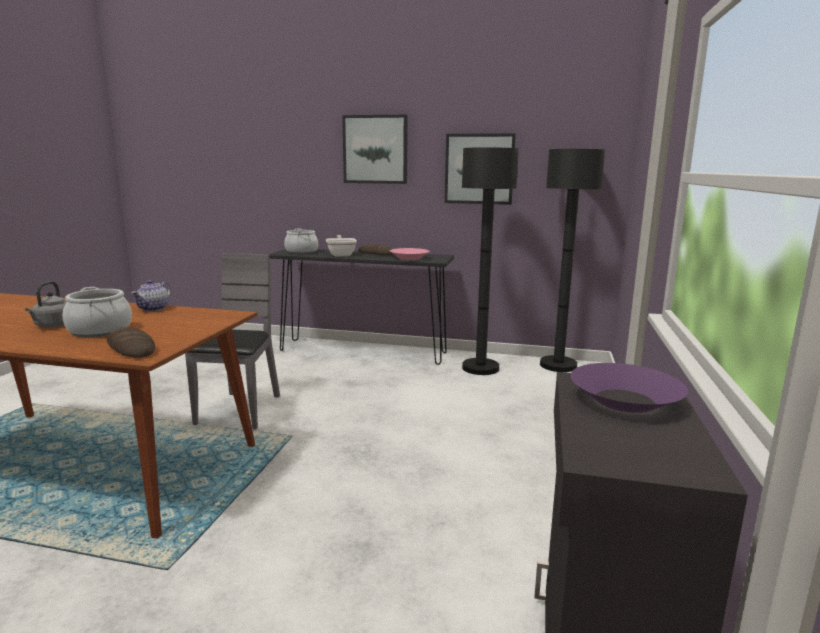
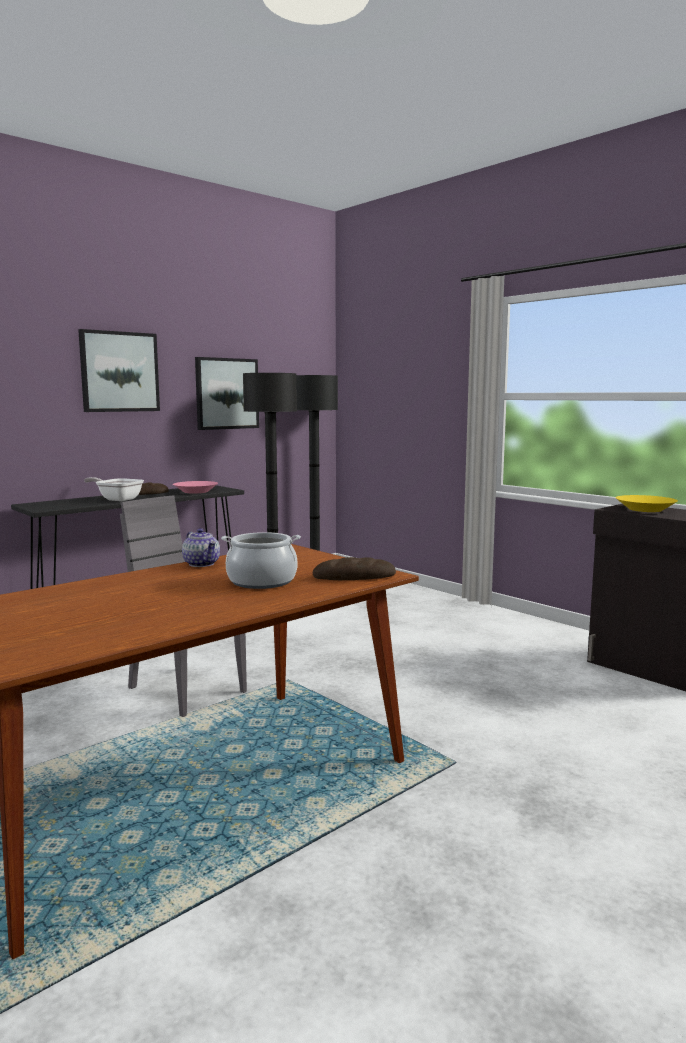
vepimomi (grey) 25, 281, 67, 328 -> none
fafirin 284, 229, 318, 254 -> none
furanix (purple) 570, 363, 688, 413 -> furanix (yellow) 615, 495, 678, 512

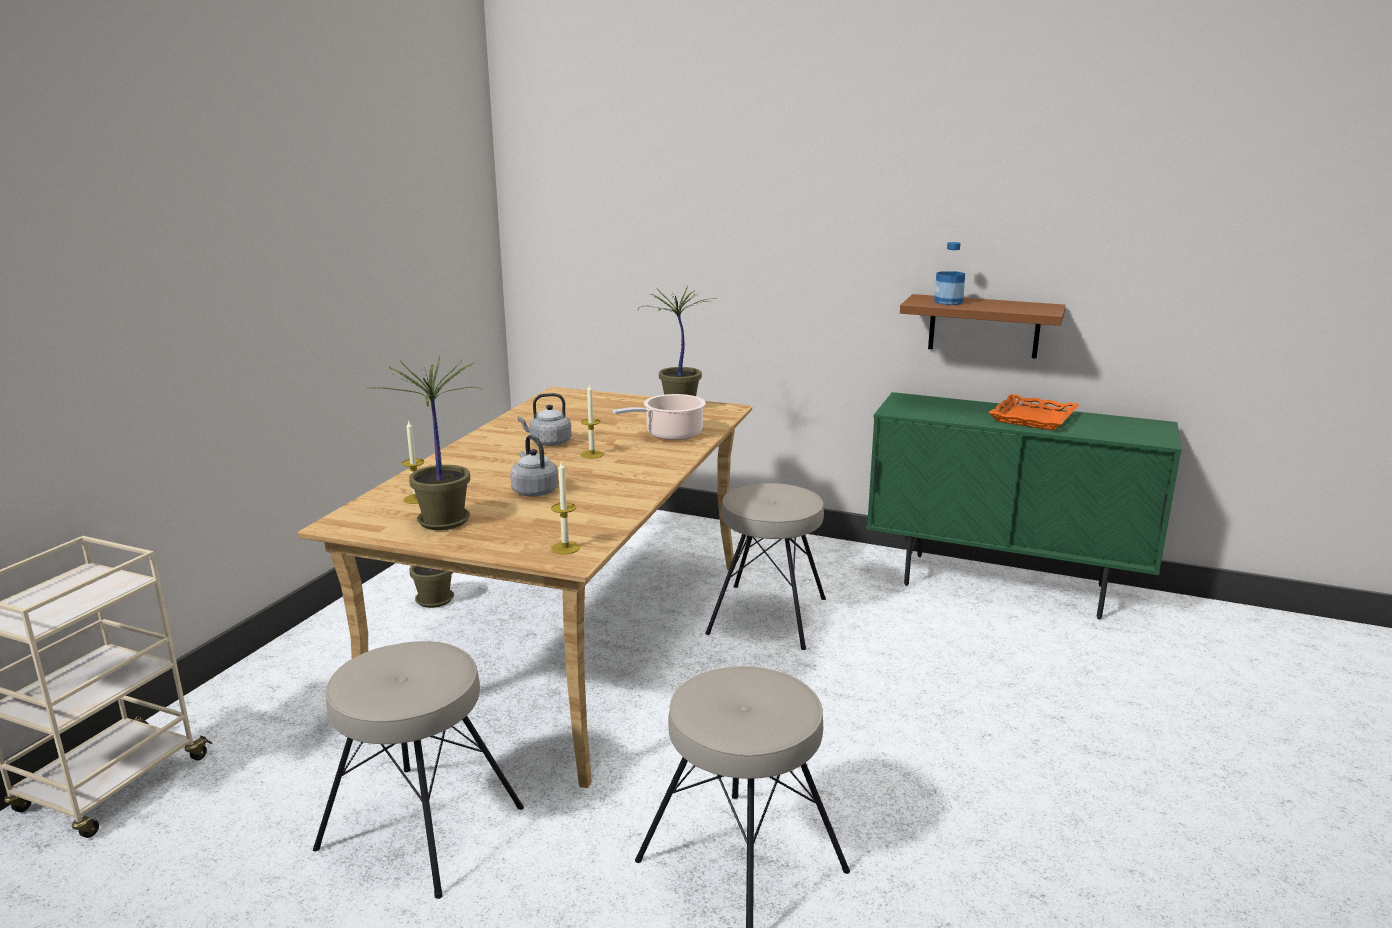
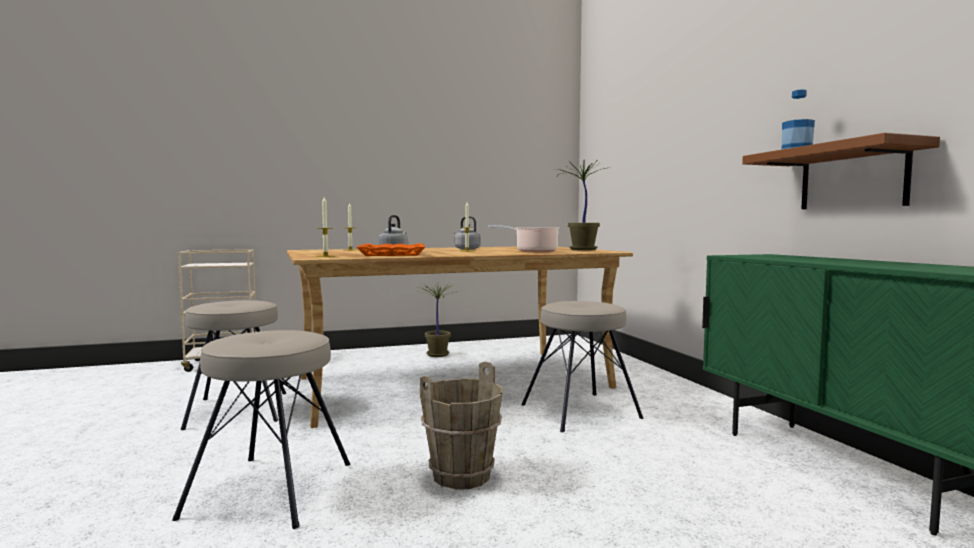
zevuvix 372, 356, 481, 530 -> none
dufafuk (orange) 989, 394, 1079, 431 -> dufafuk (orange) 356, 244, 425, 256, shifted
none -> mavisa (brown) 419, 362, 503, 490

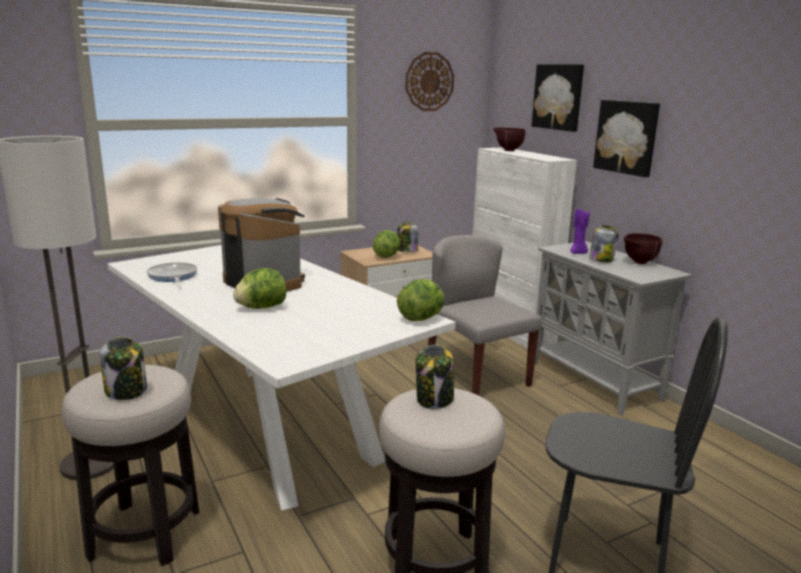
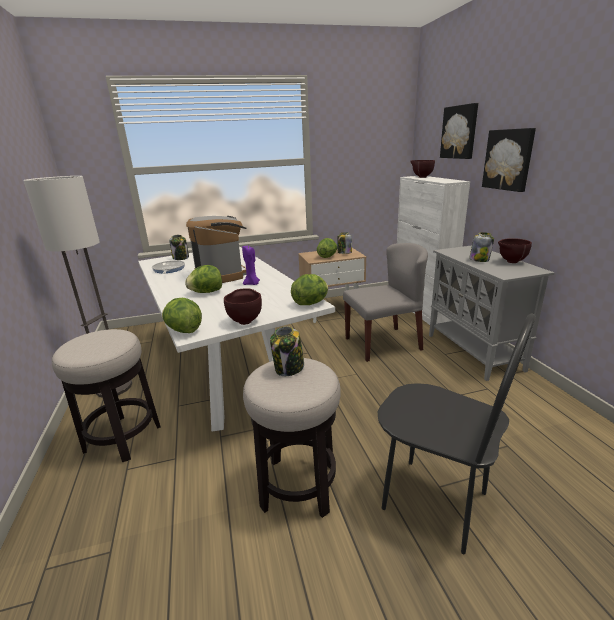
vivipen 100, 337, 147, 400 -> vivipen 169, 235, 189, 260, shifted
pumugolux 405, 52, 454, 111 -> none
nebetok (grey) 428, 235, 542, 395 -> nebetok (grey) 343, 243, 428, 362, 90 degrees clockwise
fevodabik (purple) 570, 209, 590, 254 -> fevodabik (purple) 242, 246, 260, 285, shifted
none -> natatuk 162, 298, 202, 333
none -> furanix (brown) 224, 288, 262, 325

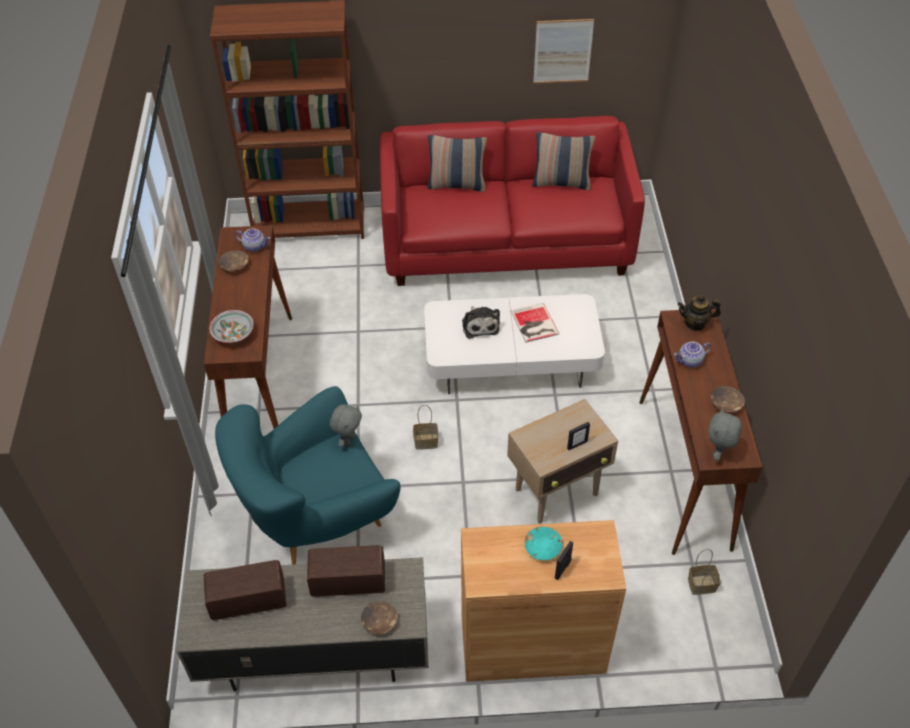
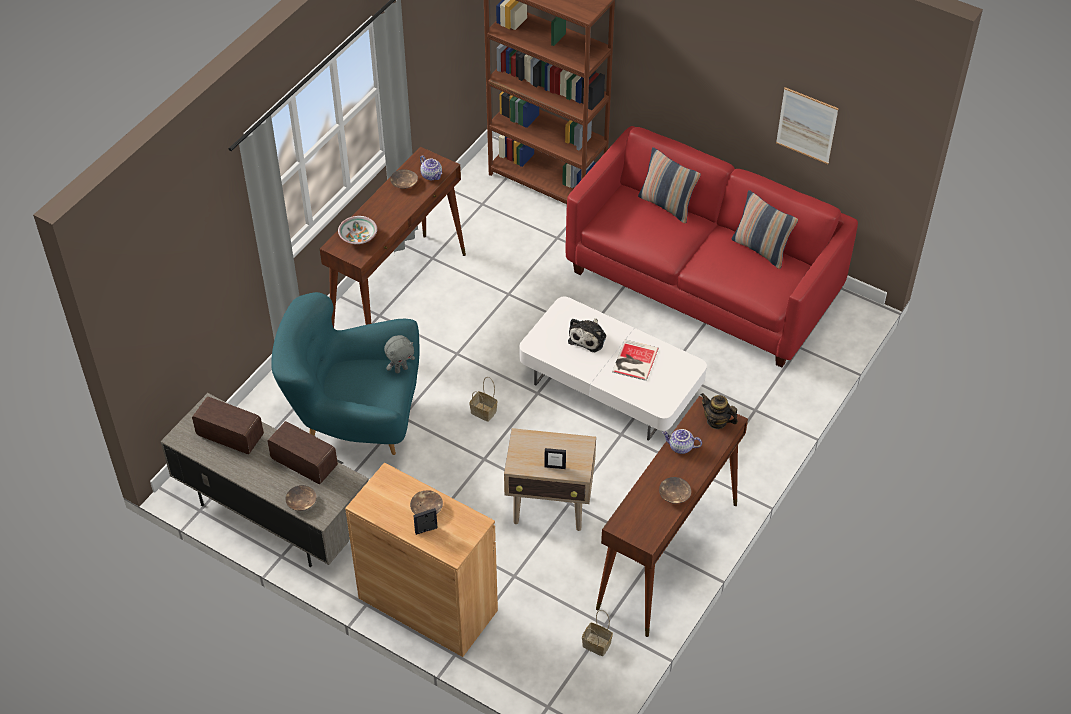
furanix (turquoise) 525, 527, 563, 560 -> furanix (brown) 410, 490, 443, 514
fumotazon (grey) 708, 408, 742, 461 -> none

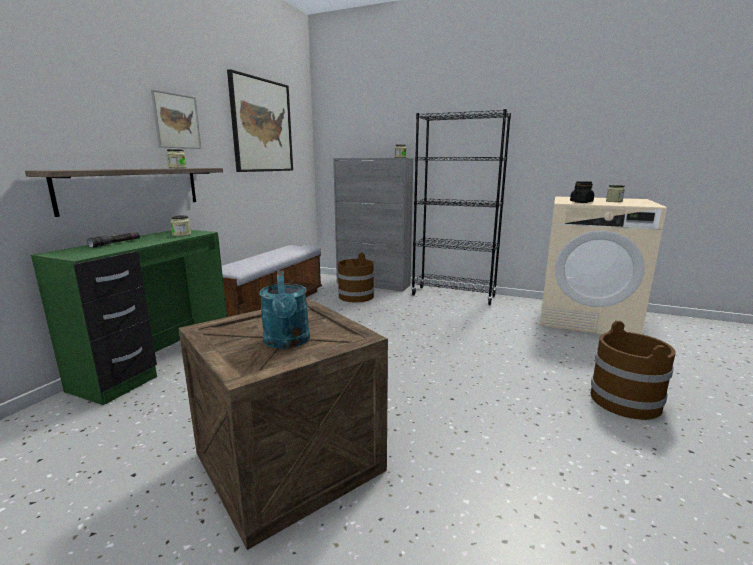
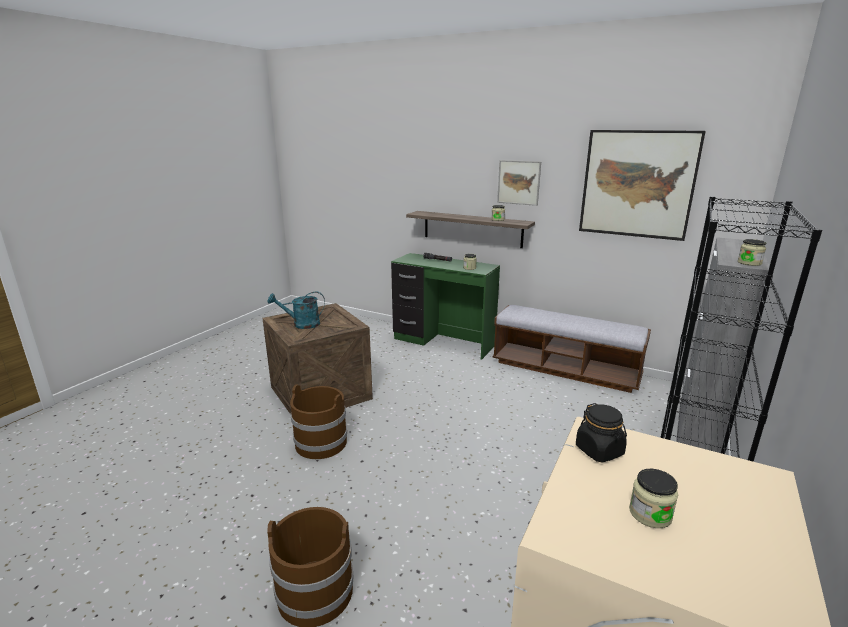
mavisa (brown) 337, 252, 374, 302 -> mavisa (brown) 290, 384, 347, 459, shifted

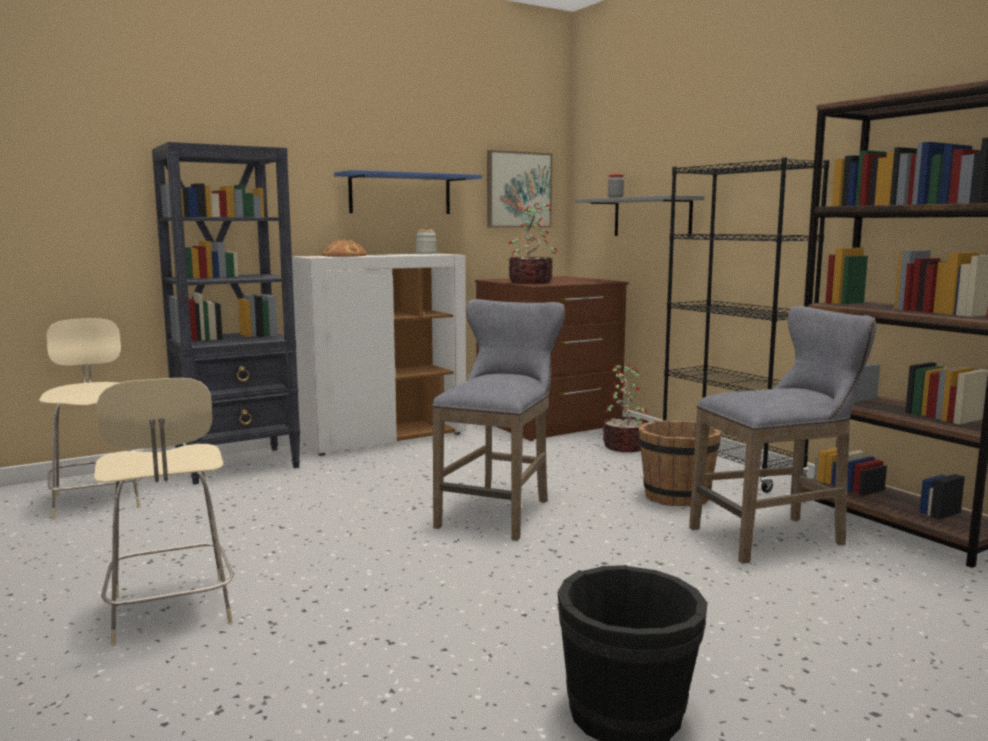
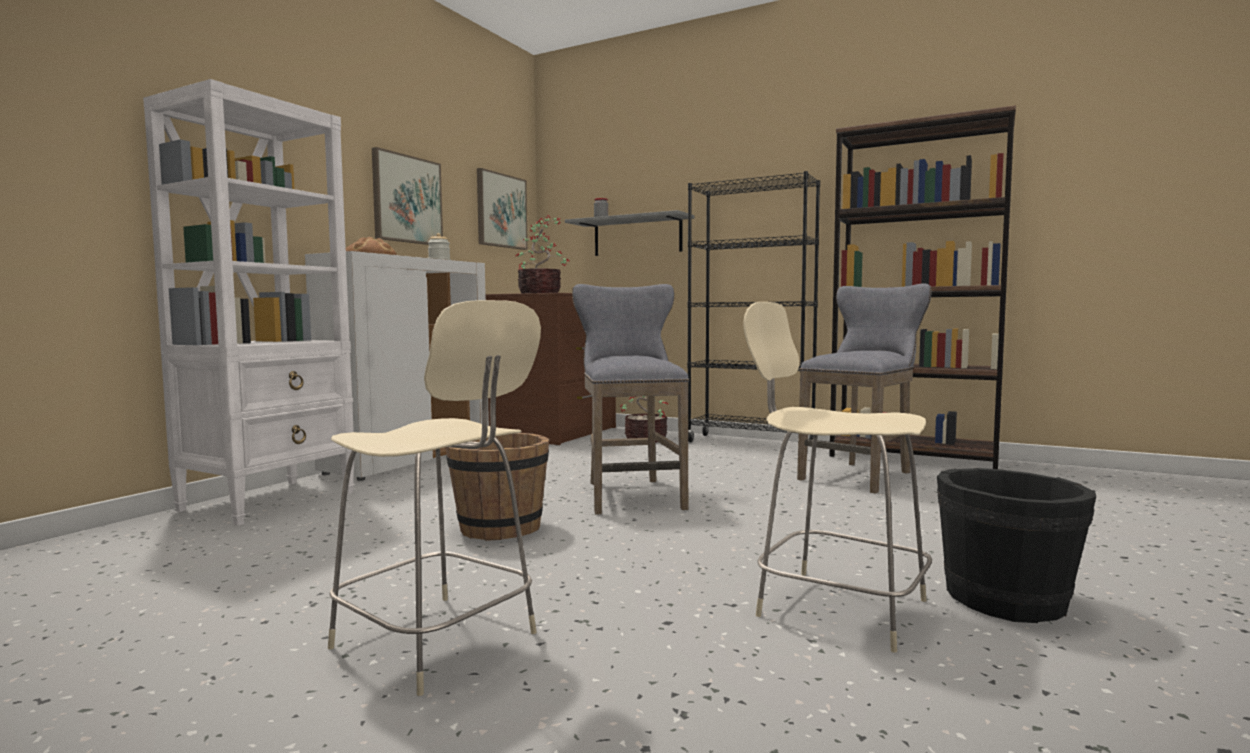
nebetok (beige) 39, 318, 141, 520 -> nebetok (beige) 743, 302, 932, 653, shifted
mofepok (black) 152, 142, 300, 484 -> mofepok (white) 143, 79, 355, 526
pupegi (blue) 334, 170, 482, 214 -> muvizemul 372, 147, 443, 245
mavisa (brown) 638, 420, 721, 506 -> mavisa (brown) 445, 433, 549, 541, shifted

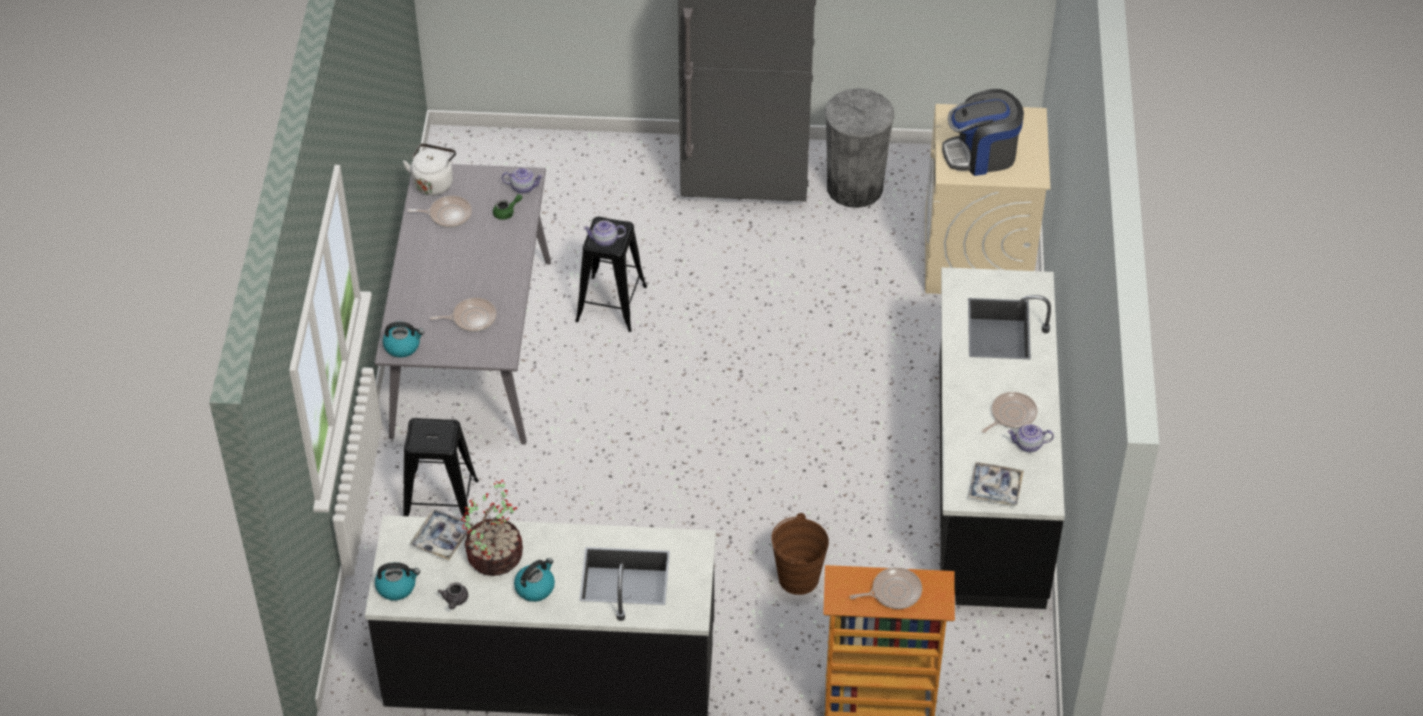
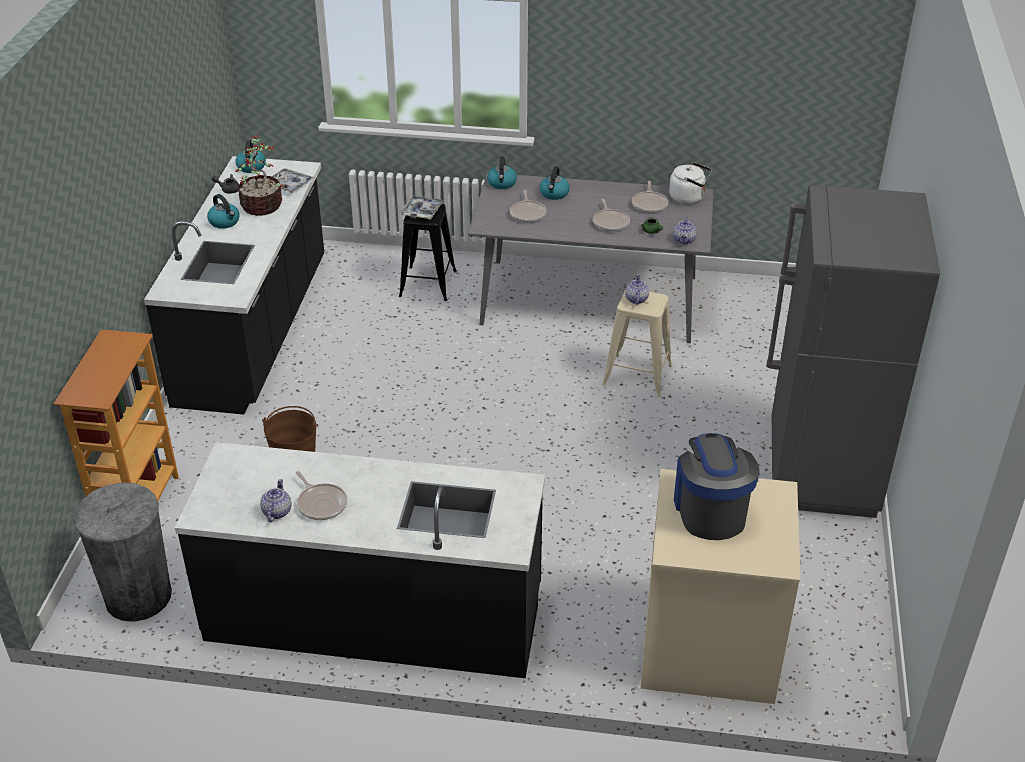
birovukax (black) 575, 217, 647, 332 -> birovukax (beige) 602, 289, 672, 397
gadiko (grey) 825, 88, 894, 208 -> gadiko (grey) 73, 483, 172, 622, shifted
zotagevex 850, 567, 922, 609 -> zotagevex 593, 198, 630, 232, shifted
dufafuk 968, 462, 1024, 506 -> dufafuk 399, 195, 444, 219, shifted
none -> vepimomi 540, 167, 570, 200

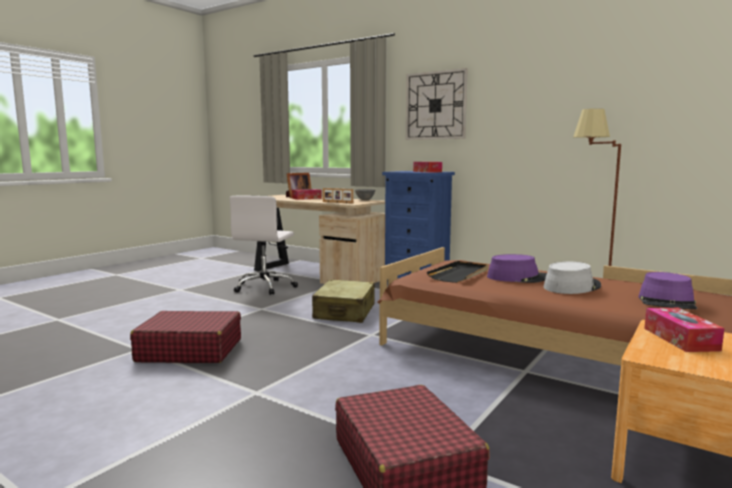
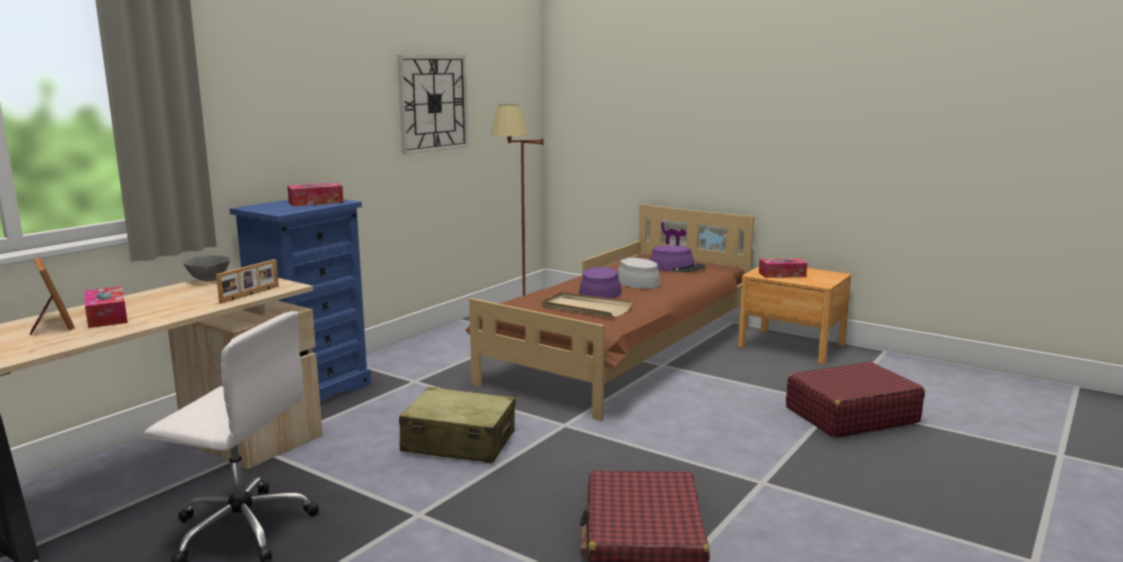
pumugolux 406, 68, 468, 140 -> pumugolux 397, 55, 468, 155, shifted
dufafuk (black) 427, 261, 488, 283 -> dufafuk (beige) 542, 292, 633, 317

